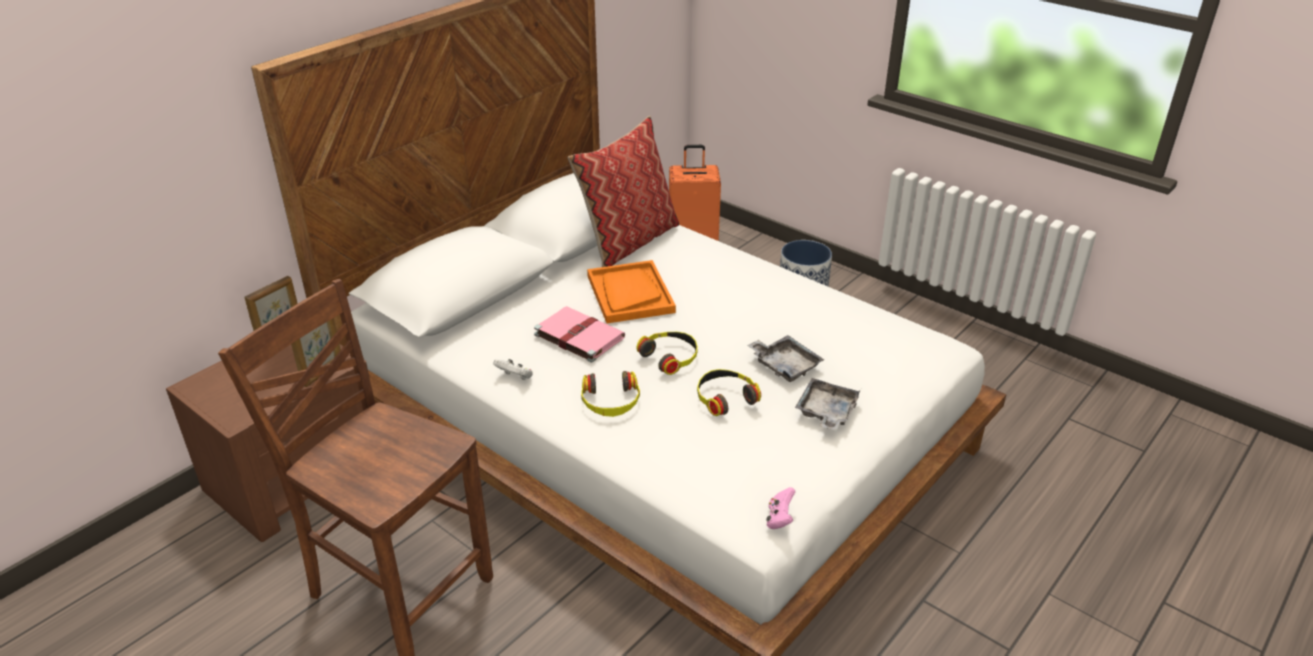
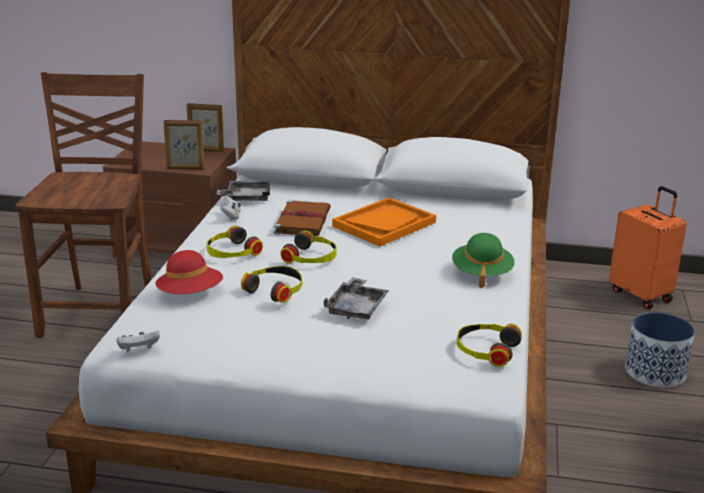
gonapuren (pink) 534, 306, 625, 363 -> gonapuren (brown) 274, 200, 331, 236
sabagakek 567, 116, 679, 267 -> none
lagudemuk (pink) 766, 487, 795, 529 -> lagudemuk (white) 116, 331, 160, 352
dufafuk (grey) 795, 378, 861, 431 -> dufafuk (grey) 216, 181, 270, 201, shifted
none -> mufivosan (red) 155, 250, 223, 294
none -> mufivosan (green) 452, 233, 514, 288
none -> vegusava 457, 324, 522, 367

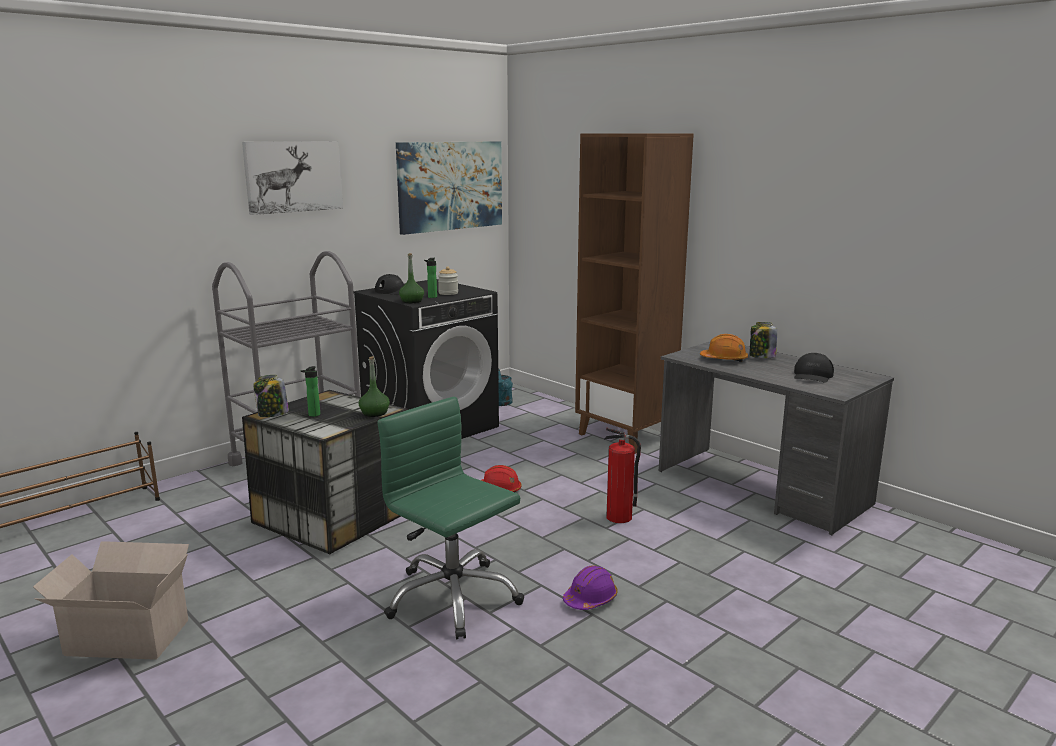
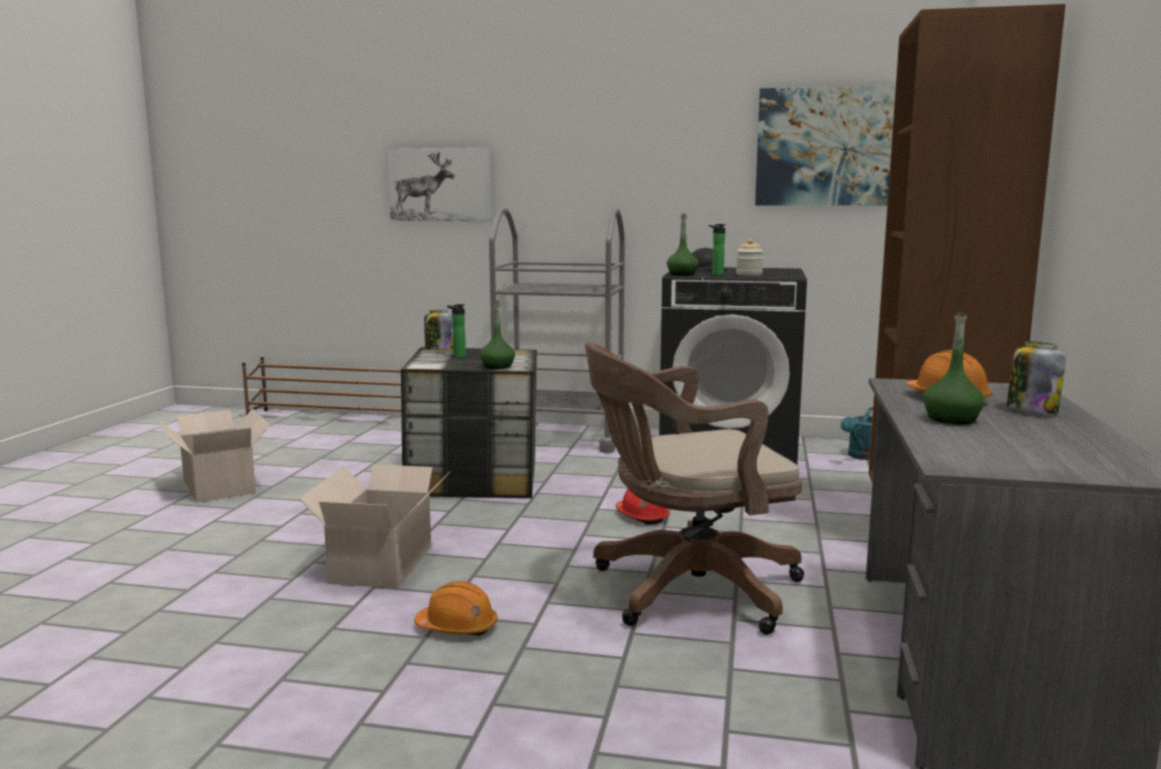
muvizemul 242, 141, 343, 215 -> muvizemul 387, 147, 491, 221, shifted
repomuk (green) 377, 396, 524, 639 -> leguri 299, 464, 451, 589
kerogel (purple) 563, 565, 618, 610 -> kerogel (orange) 414, 581, 497, 636
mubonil 605, 428, 641, 523 -> repomuk (brown) 585, 343, 804, 635
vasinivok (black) 794, 353, 834, 383 -> none
none -> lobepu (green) 923, 312, 984, 424

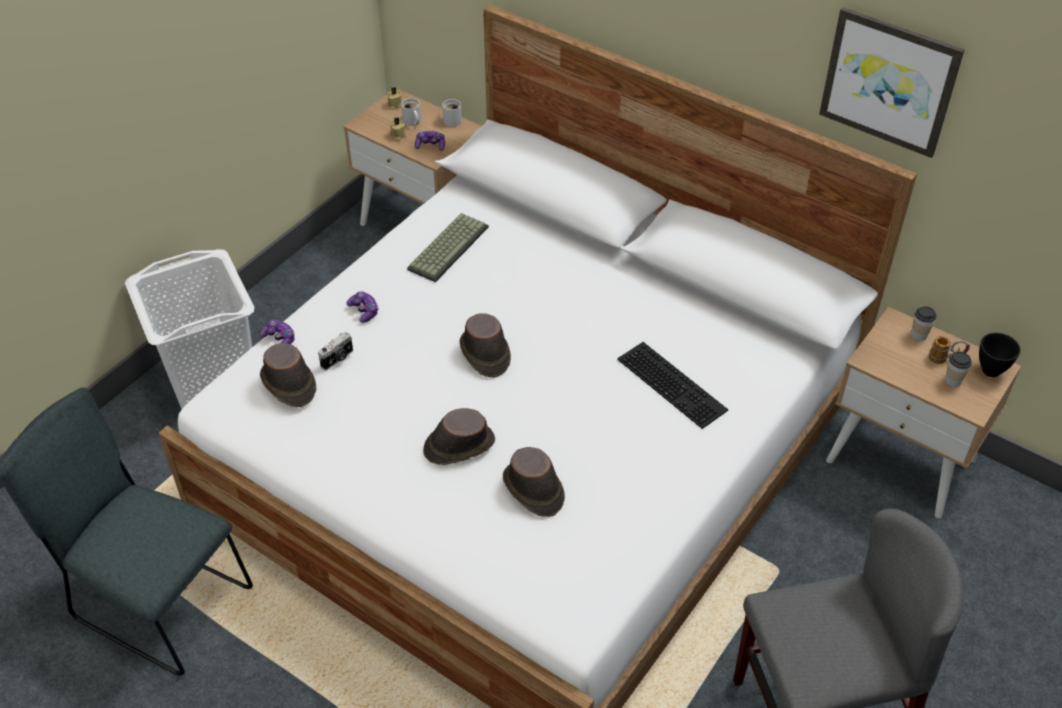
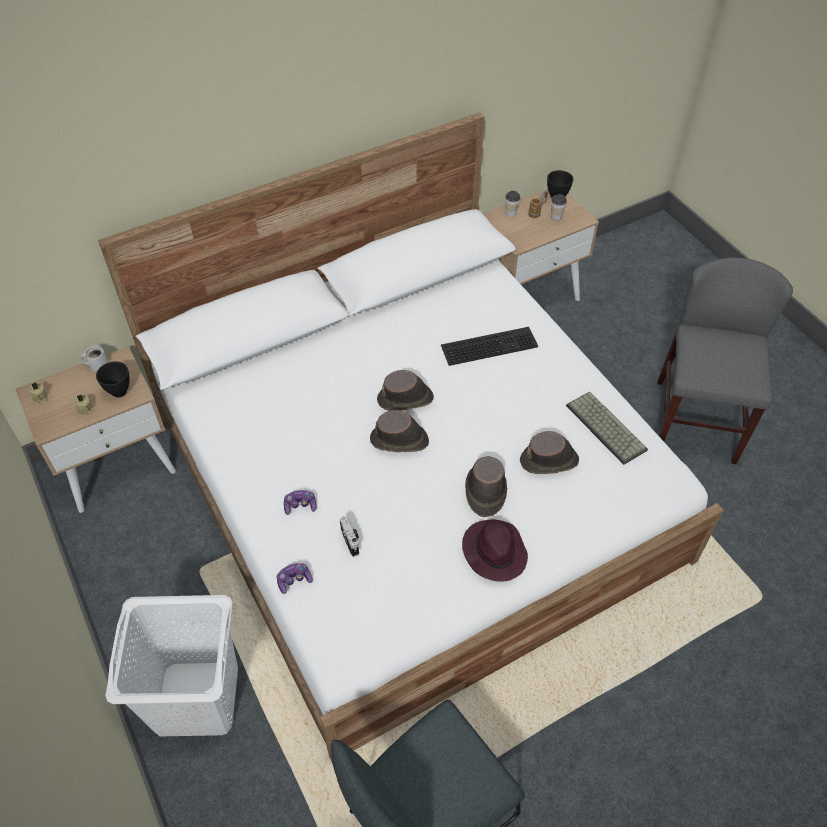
mufivosan (brown) 260, 343, 316, 407 -> mufivosan (brown) 377, 370, 434, 411, shifted
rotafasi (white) 401, 98, 421, 126 -> none
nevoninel 407, 213, 489, 282 -> nevoninel 566, 392, 648, 465, shifted
lagudemuk 415, 131, 445, 151 -> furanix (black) 96, 361, 130, 397
muvizemul 819, 7, 965, 158 -> none
none -> mufivosan (purple) 462, 519, 528, 582

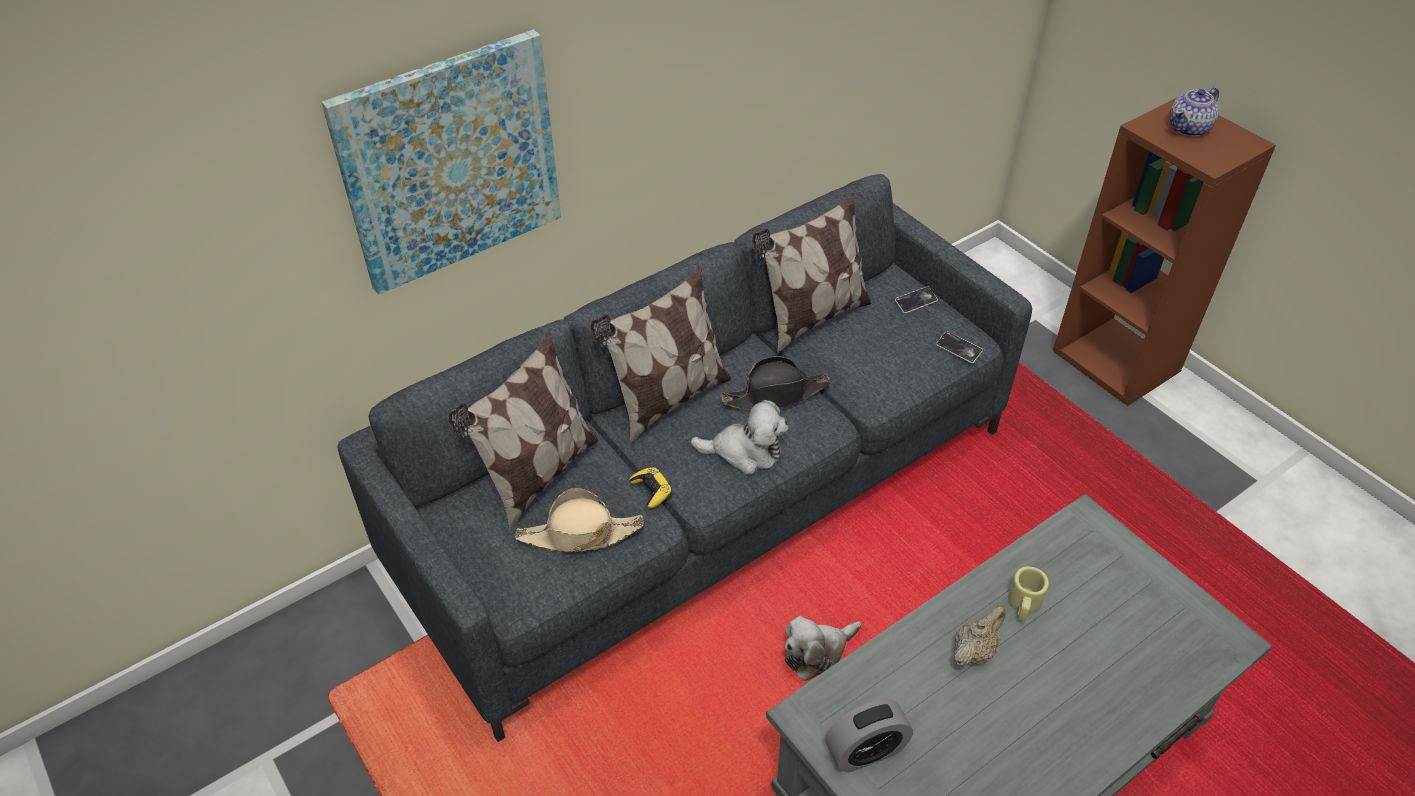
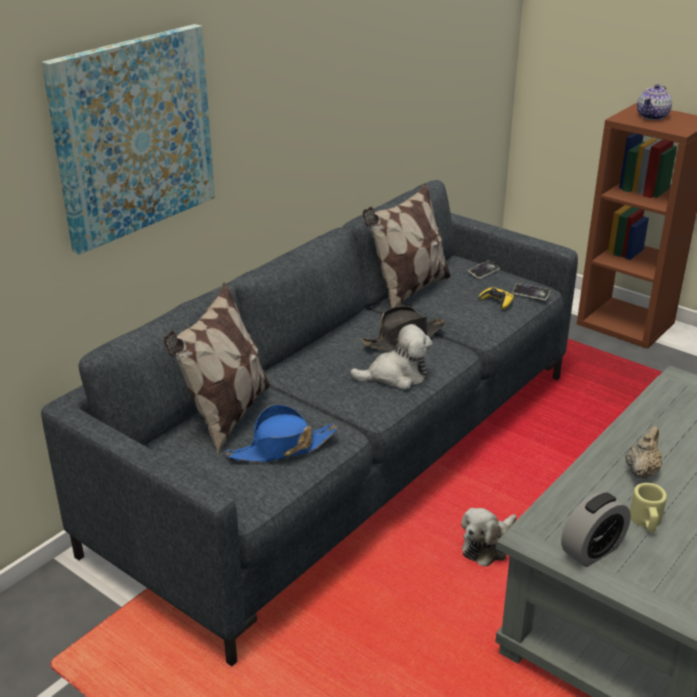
mufivosan (beige) 516, 488, 644, 552 -> mufivosan (blue) 225, 404, 338, 462
sabagakek 590, 266, 731, 442 -> none
lagudemuk (yellow) 629, 468, 672, 509 -> lagudemuk (yellow) 479, 287, 514, 309, shifted
rotafasi (beige) 1008, 566, 1049, 621 -> rotafasi (beige) 630, 483, 667, 533, shifted

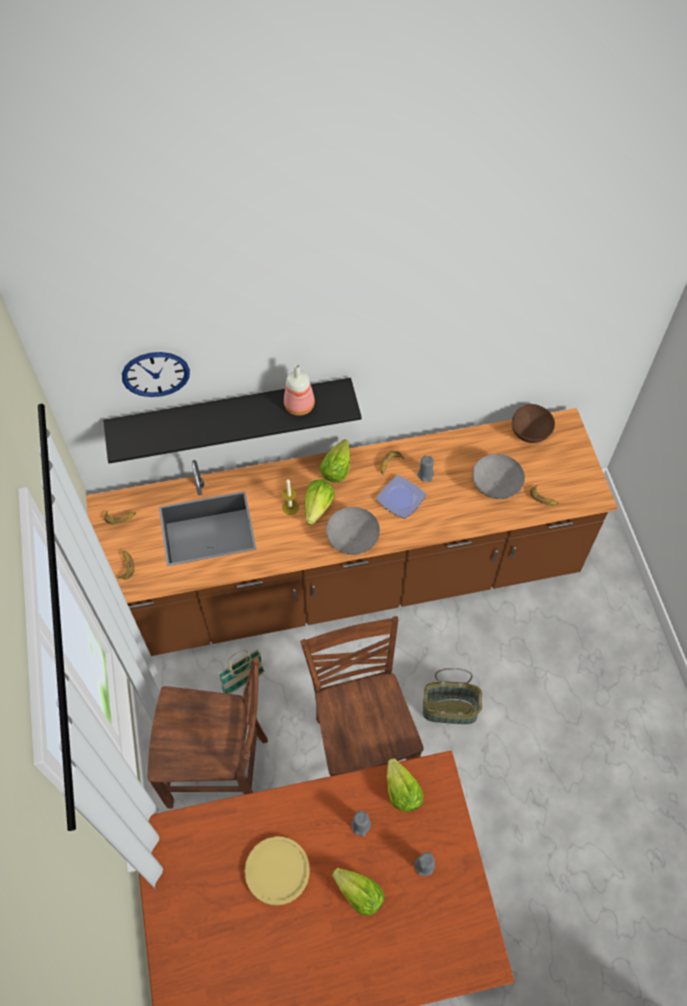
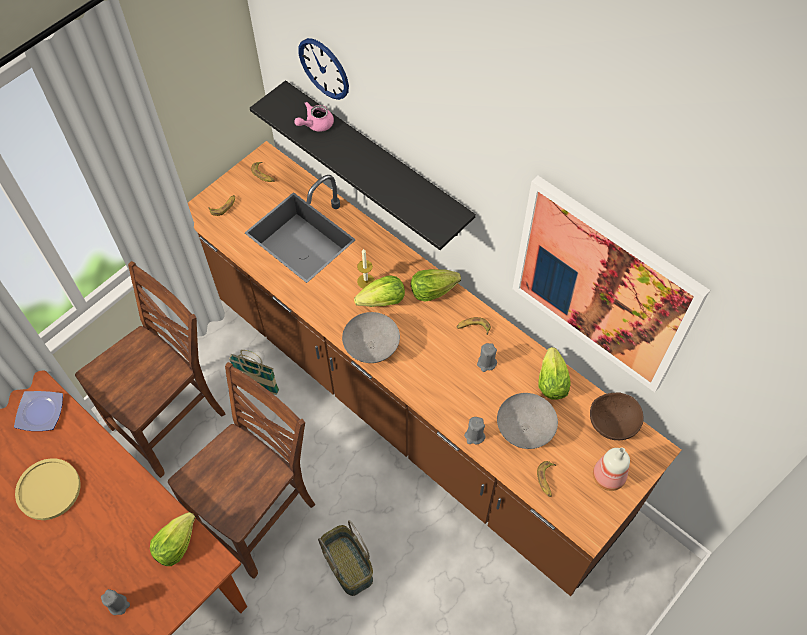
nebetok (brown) 148, 658, 268, 809 -> nebetok (brown) 75, 261, 225, 478, 105 degrees counterclockwise
lobepu 284, 364, 315, 416 -> lobepu 593, 447, 630, 491, shifted
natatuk 332, 868, 385, 916 -> natatuk 538, 347, 570, 400, shifted
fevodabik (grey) 351, 810, 371, 837 -> fevodabik (grey) 464, 417, 485, 444, shifted
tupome 376, 475, 426, 519 -> tupome 14, 391, 63, 431, shifted
none -> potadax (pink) 294, 102, 334, 132
none -> muvizemul 513, 176, 710, 392

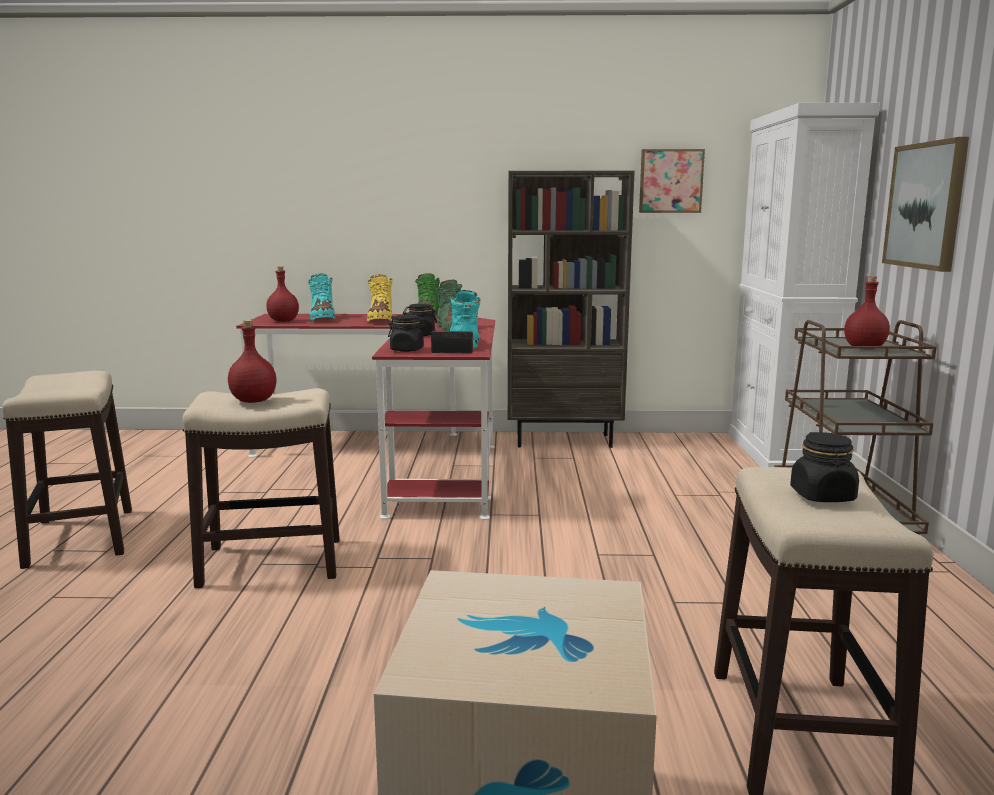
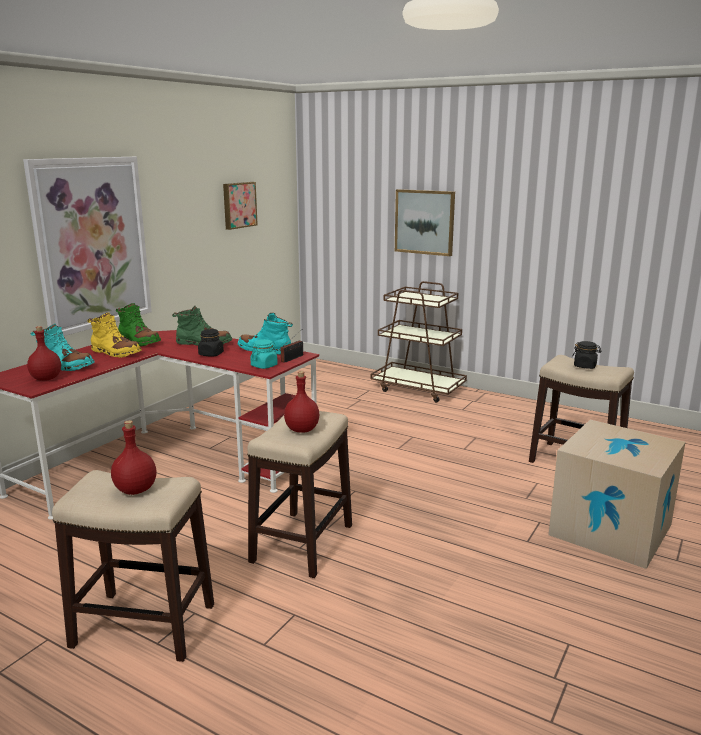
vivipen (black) 388, 315, 426, 352 -> vivipen (turquoise) 250, 339, 278, 369
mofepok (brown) 508, 171, 635, 448 -> none
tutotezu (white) 729, 103, 880, 467 -> none
lobepu (red) 844, 276, 890, 346 -> lobepu (red) 111, 420, 156, 495, shifted
none -> muvizemul 23, 157, 152, 336

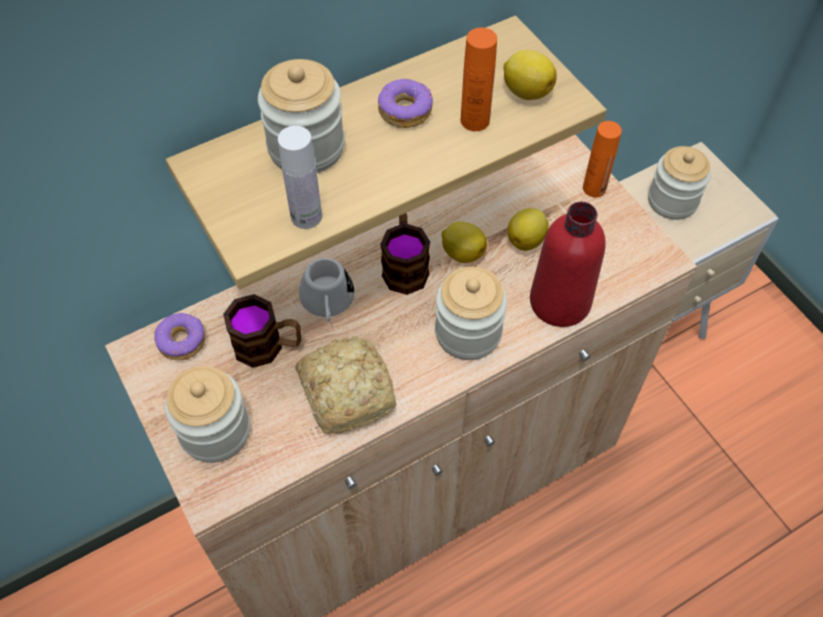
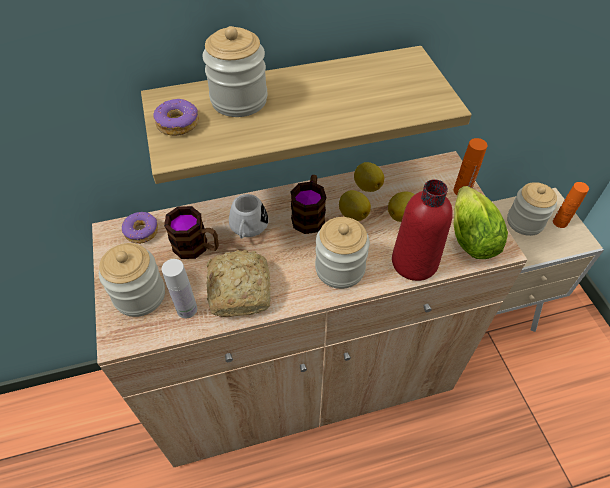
lobepu (white) 278, 126, 322, 229 -> lobepu (white) 162, 259, 197, 319, shifted
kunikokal 378, 79, 433, 128 -> kunikokal 153, 99, 199, 136, shifted
lobepu (orange) 461, 28, 497, 131 -> lobepu (orange) 553, 182, 589, 228, shifted
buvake 503, 50, 557, 100 -> buvake 354, 162, 384, 192, shifted
none -> natatuk 453, 186, 508, 259

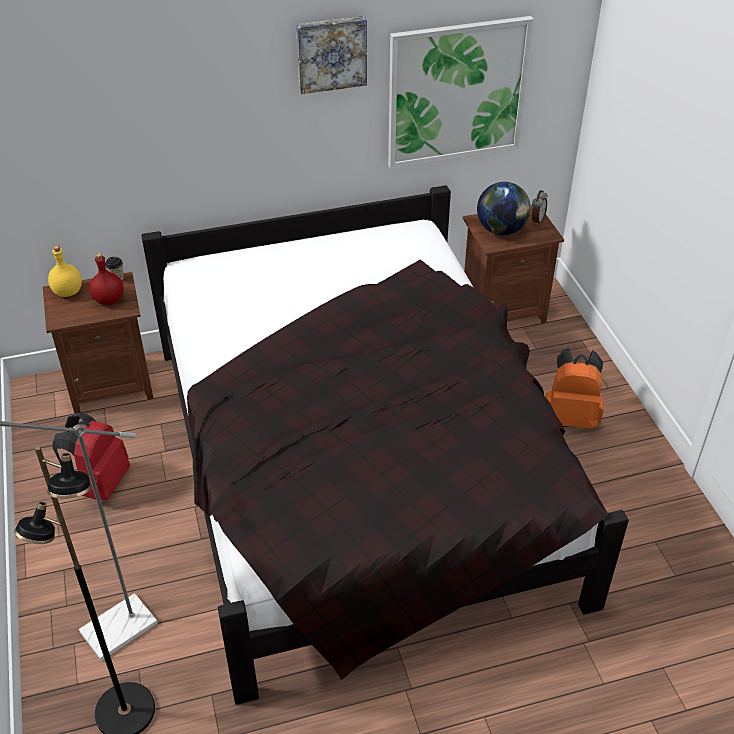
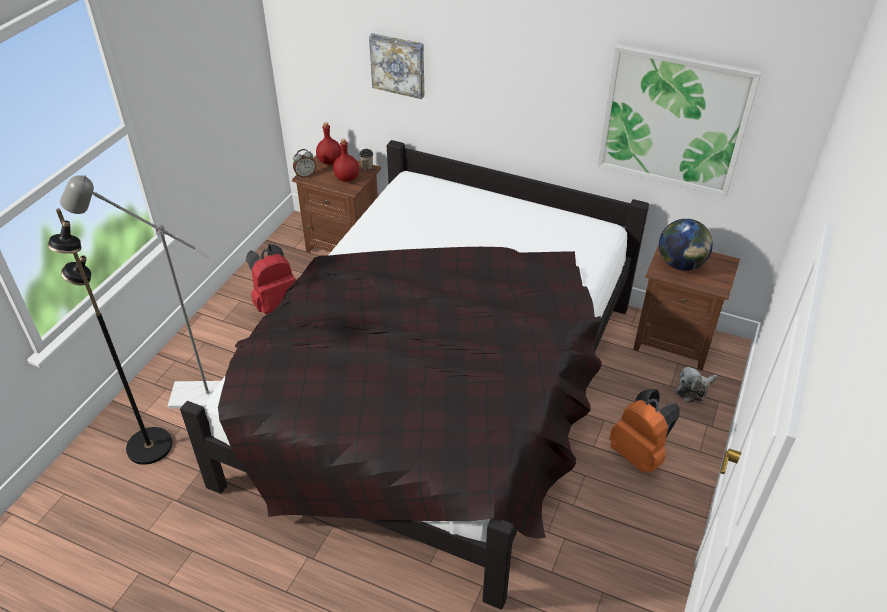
lobepu (yellow) 48, 245, 82, 297 -> lobepu (red) 316, 122, 342, 165
muvizemul 296, 16, 367, 94 -> muvizemul 369, 33, 424, 99, shifted
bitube 532, 190, 548, 225 -> bitube 293, 149, 316, 178, shifted
none -> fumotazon 677, 367, 717, 403

